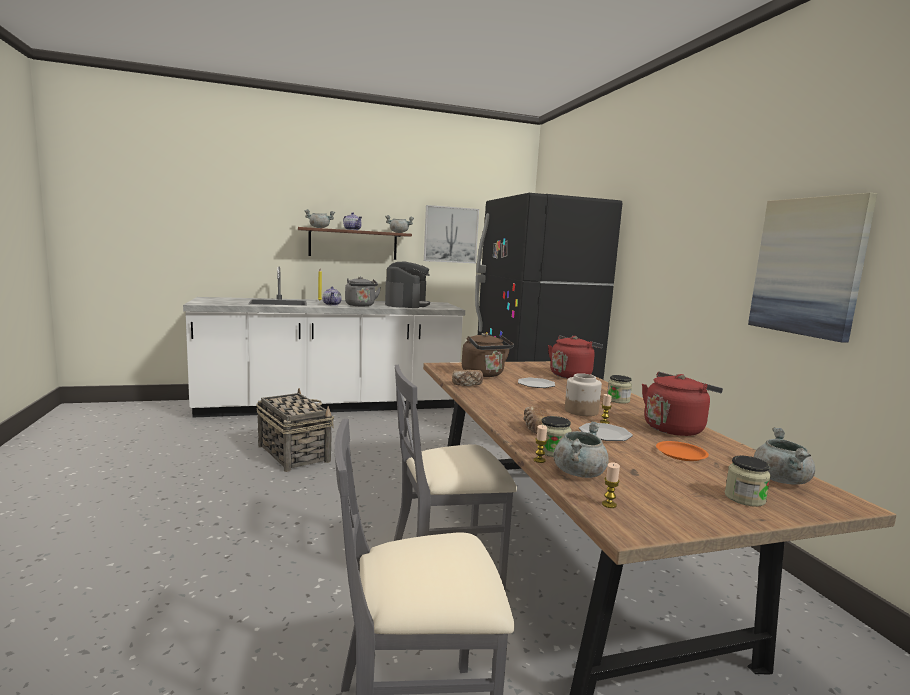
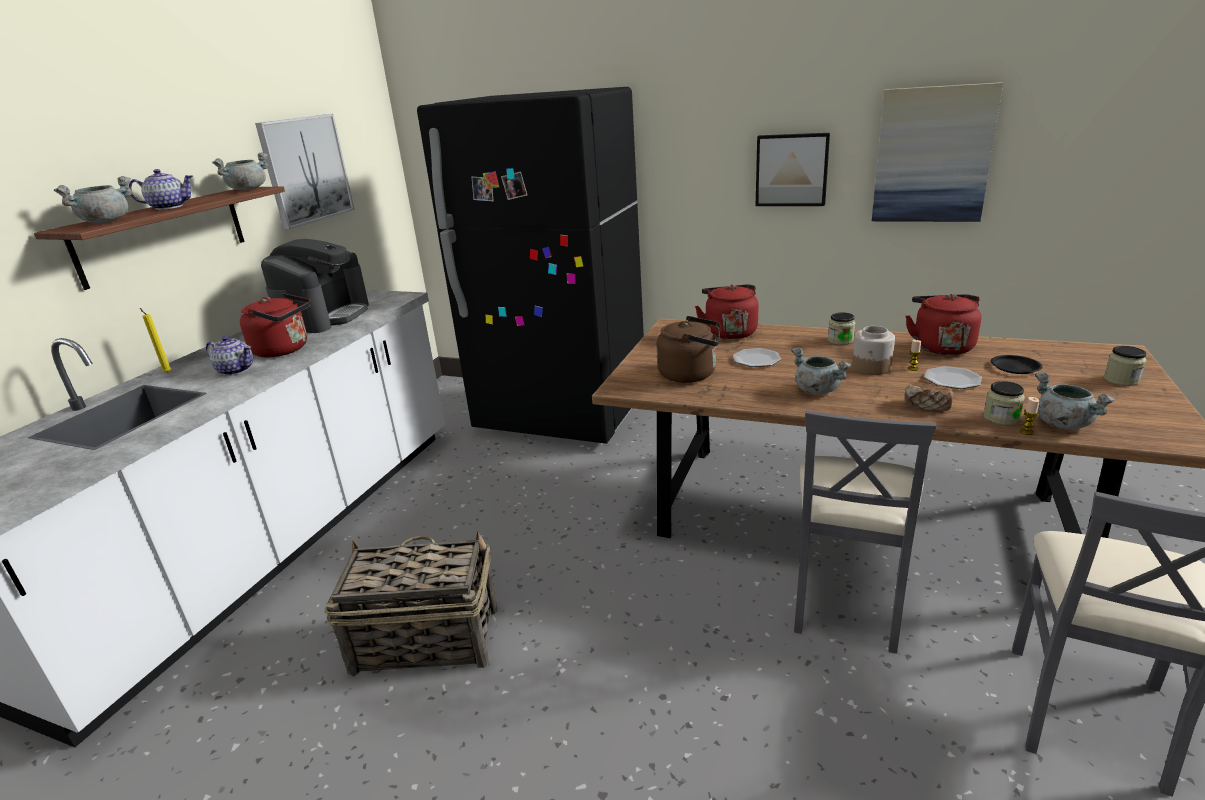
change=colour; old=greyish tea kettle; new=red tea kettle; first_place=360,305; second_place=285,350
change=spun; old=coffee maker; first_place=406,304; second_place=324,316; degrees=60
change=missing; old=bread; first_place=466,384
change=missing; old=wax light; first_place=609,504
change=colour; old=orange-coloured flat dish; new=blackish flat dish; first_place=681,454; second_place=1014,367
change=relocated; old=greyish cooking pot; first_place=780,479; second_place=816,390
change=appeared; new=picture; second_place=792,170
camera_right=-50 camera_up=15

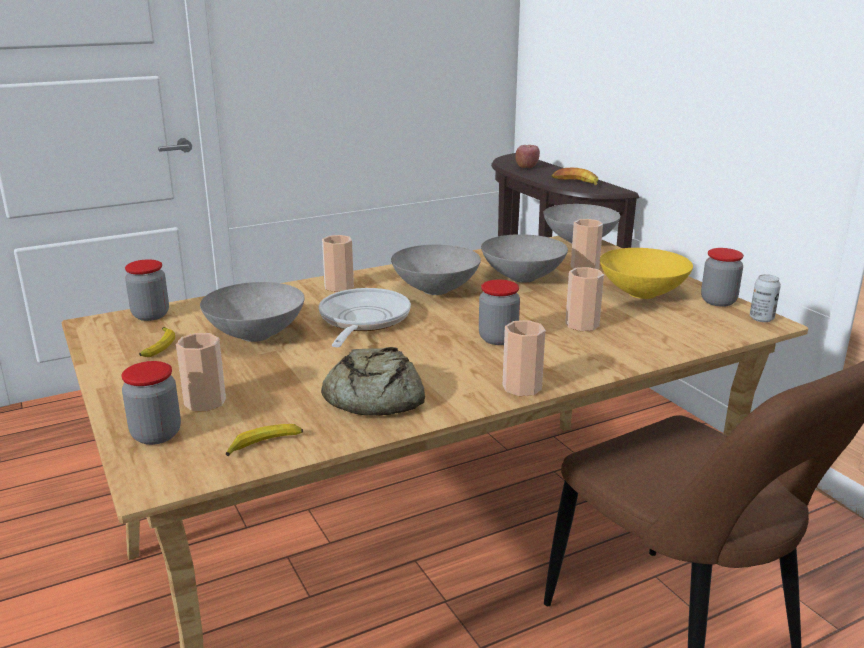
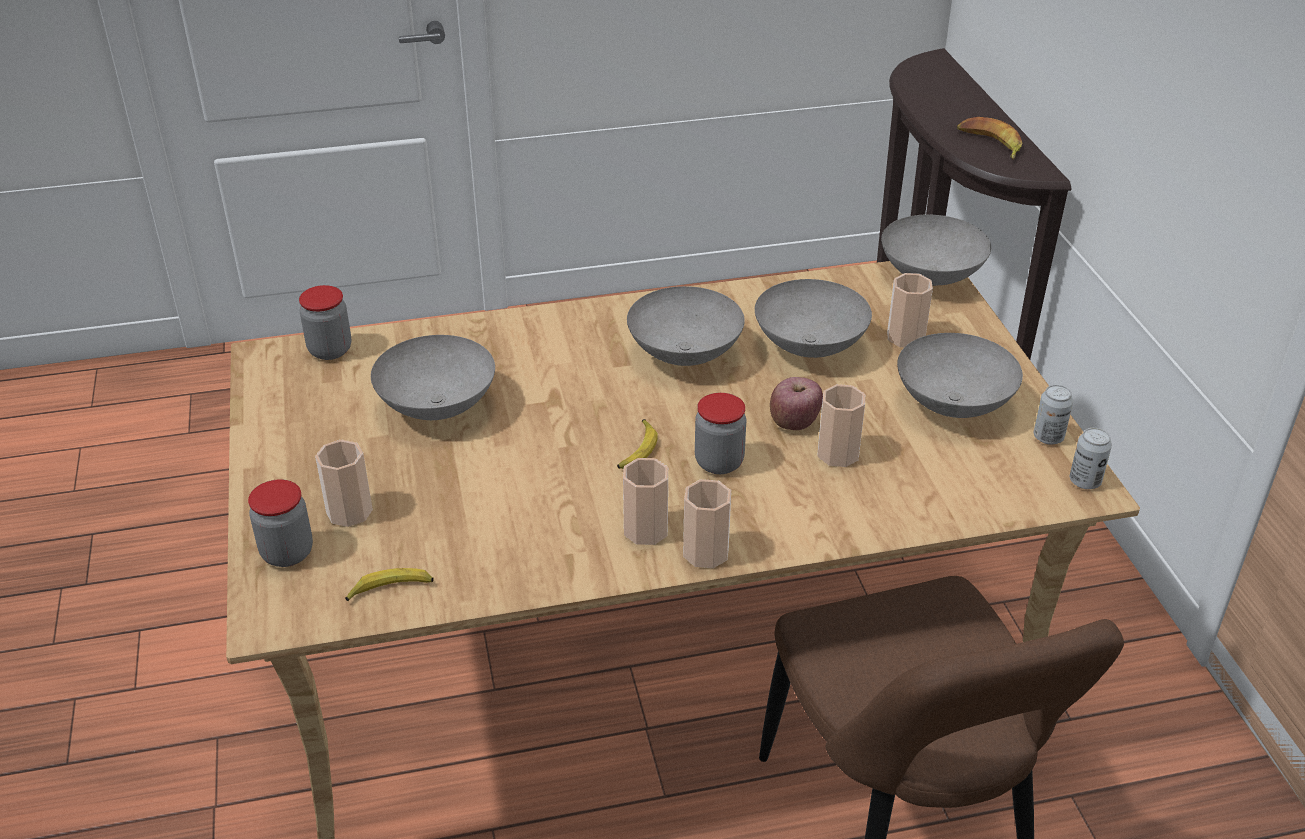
change=relocated; old=banana fruit; first_place=158,347; second_place=637,450
change=missing; old=frying pan; first_place=362,321
change=missing; old=bread; first_place=372,396
change=relocated; old=small cup; first_place=339,287; second_place=646,530
change=relocated; old=apple; first_place=526,167; second_place=794,422
change=colour; old=yellow deep dish; new=greyish deep dish; first_place=641,293; second_place=953,403
change=exchanged; old=preserve jar; new=metal can; first_place=718,301; second_place=1048,437
camera_right=15 camera_up=15

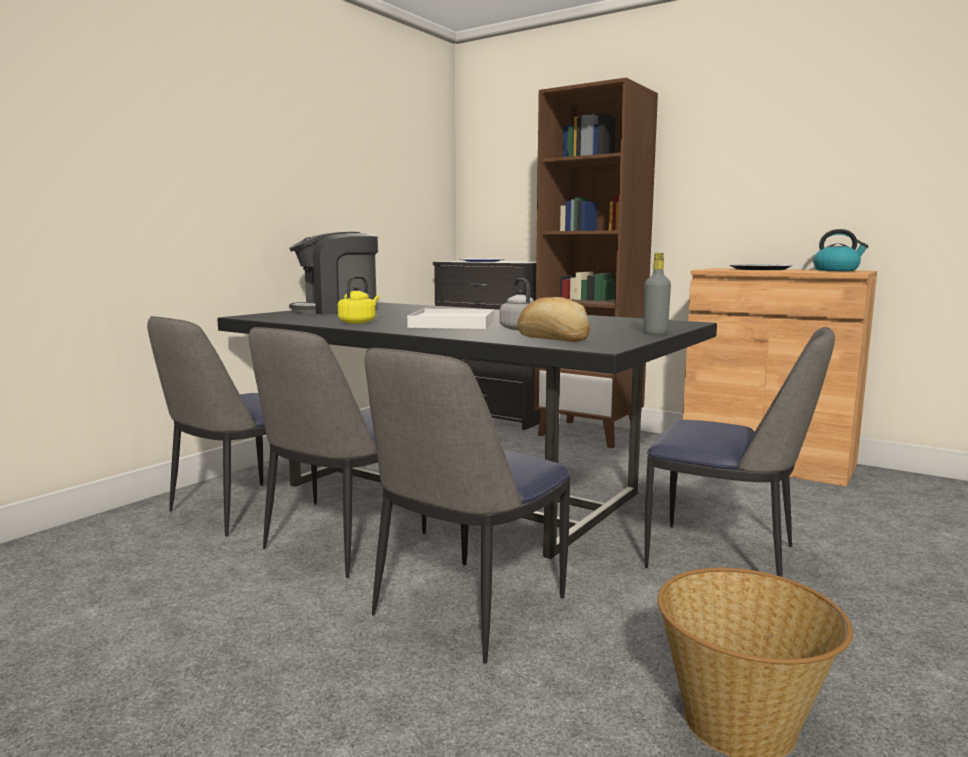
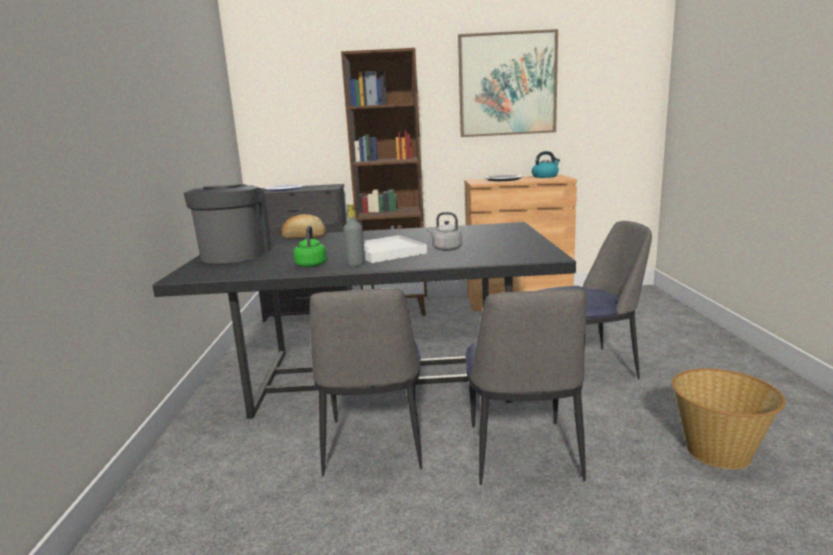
change=missing; old=plain chair; first_place=240,509
change=spun; old=coffee maker; first_place=337,310; second_place=235,254; degrees=150
change=colour; old=yellow tea kettle; new=greenish tea kettle; first_place=358,322; second_place=311,264
change=relocated; old=bread; first_place=553,339; second_place=304,238
change=relocated; old=greyish drink bottle; first_place=655,333; second_place=356,265
change=appeared; new=picture; second_place=507,84
camera_right=-35 camera_up=5

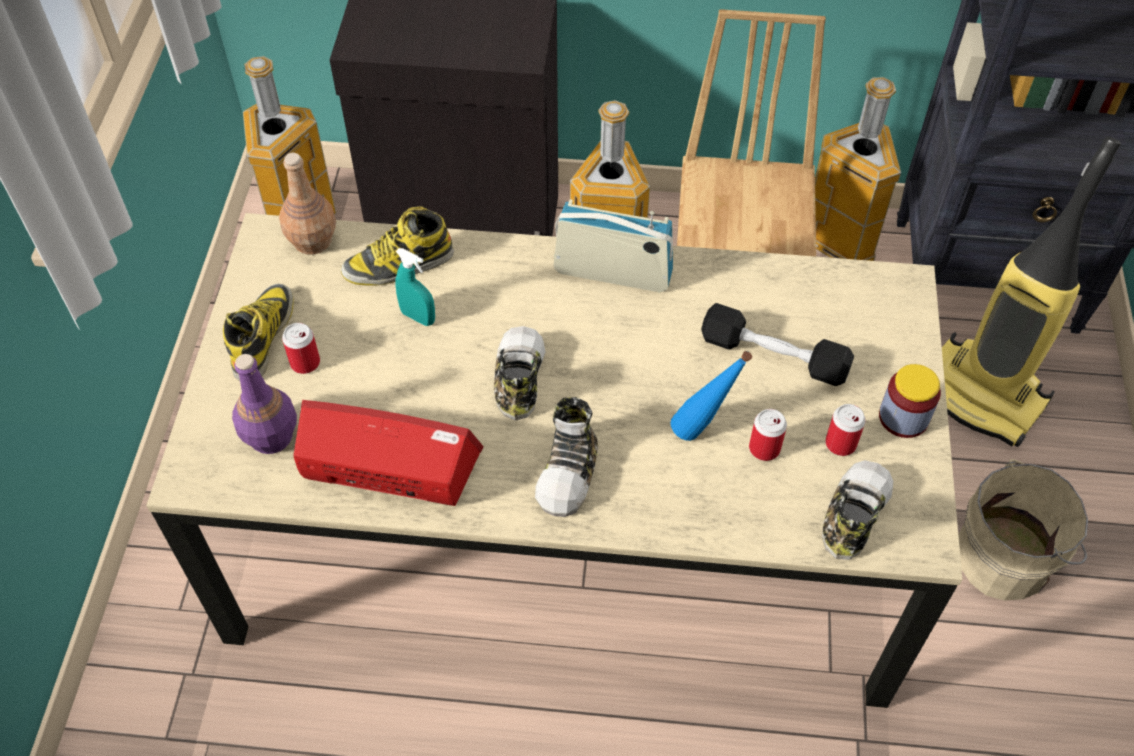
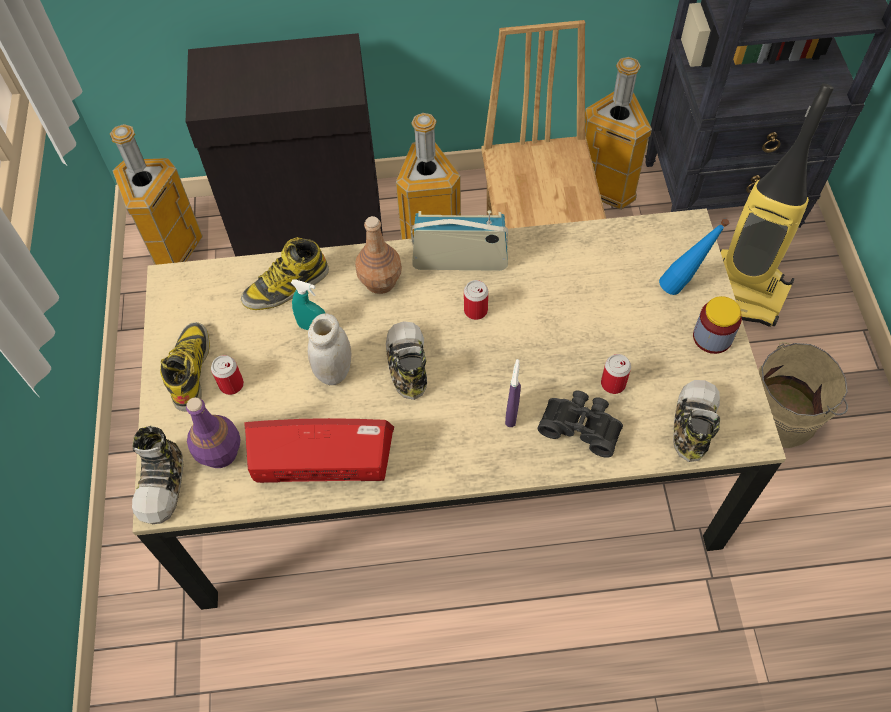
change=relocated; old=brown-coloured drink bottle; first_place=313,240; second_place=380,280
change=relocated; old=shoe; first_place=569,472; second_place=162,484
change=relocated; old=bluish drink bottle; first_place=703,430; second_place=682,285
change=missing; old=blackish dumbbell; first_place=773,356
change=relocated; old=metal can; first_place=840,443; second_place=475,310
change=appeared; new=whitish preserve jar; second_place=334,371
change=appeared; new=purple sprayer; second_place=512,413
change=appeared; new=blackish binoculars; second_place=581,425
camera_right=-10 camera_up=5

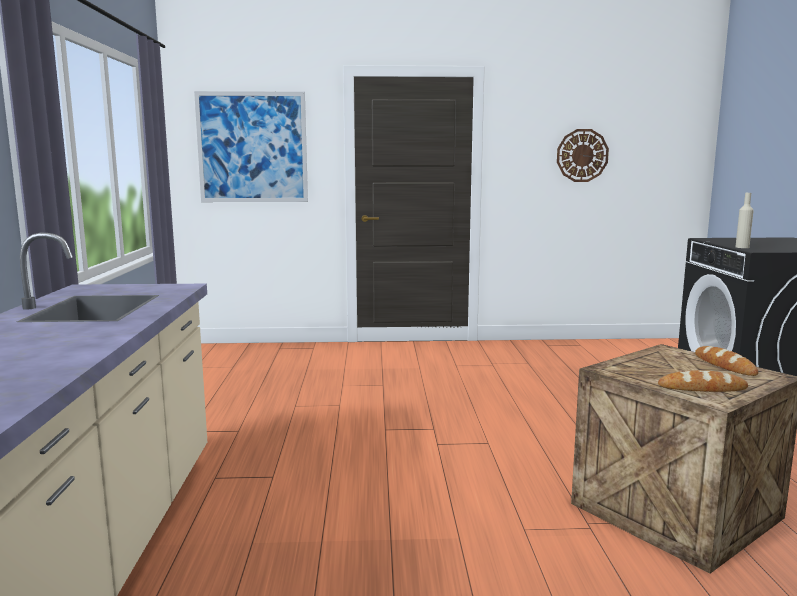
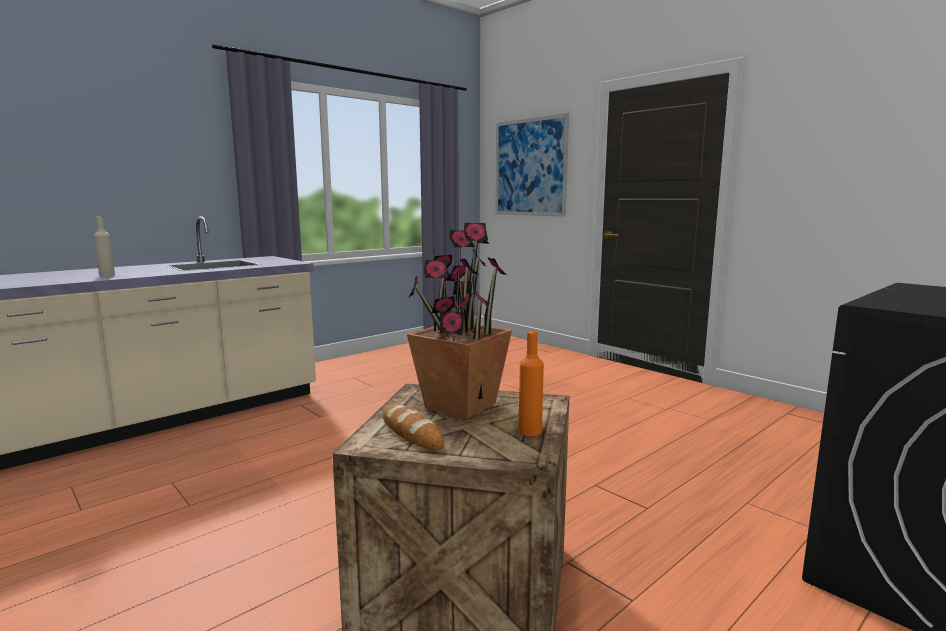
change=missing; old=clock on the wall; first_place=582,155
change=exchanged; old=bread; new=orange-coloured drink bottle; first_place=724,365; second_place=530,431
change=relocated; old=beige drink bottle; first_place=742,247; second_place=107,275
change=appeared; new=potted plant; second_place=459,405
camera_right=50 camera_up=0

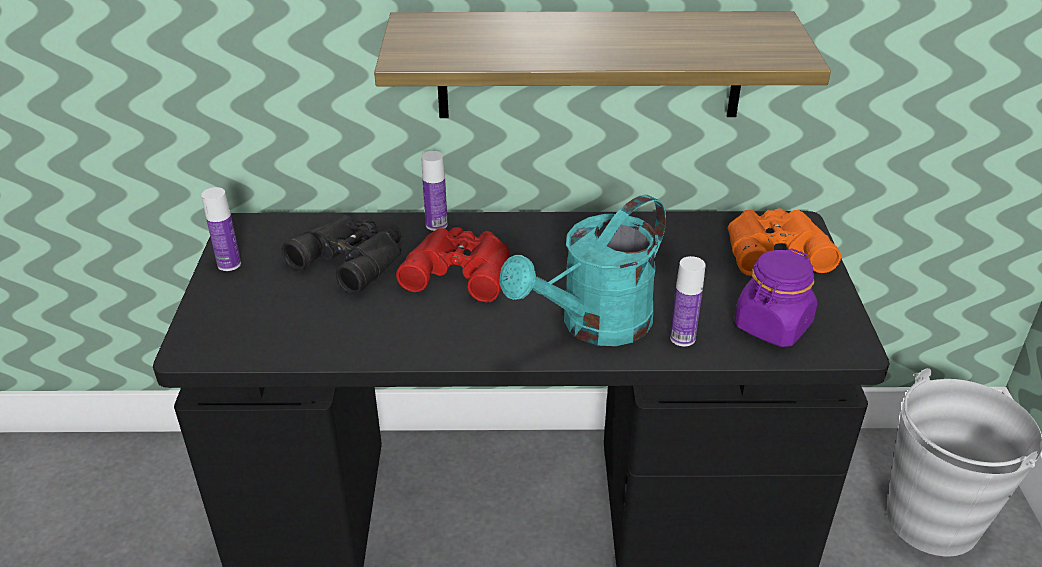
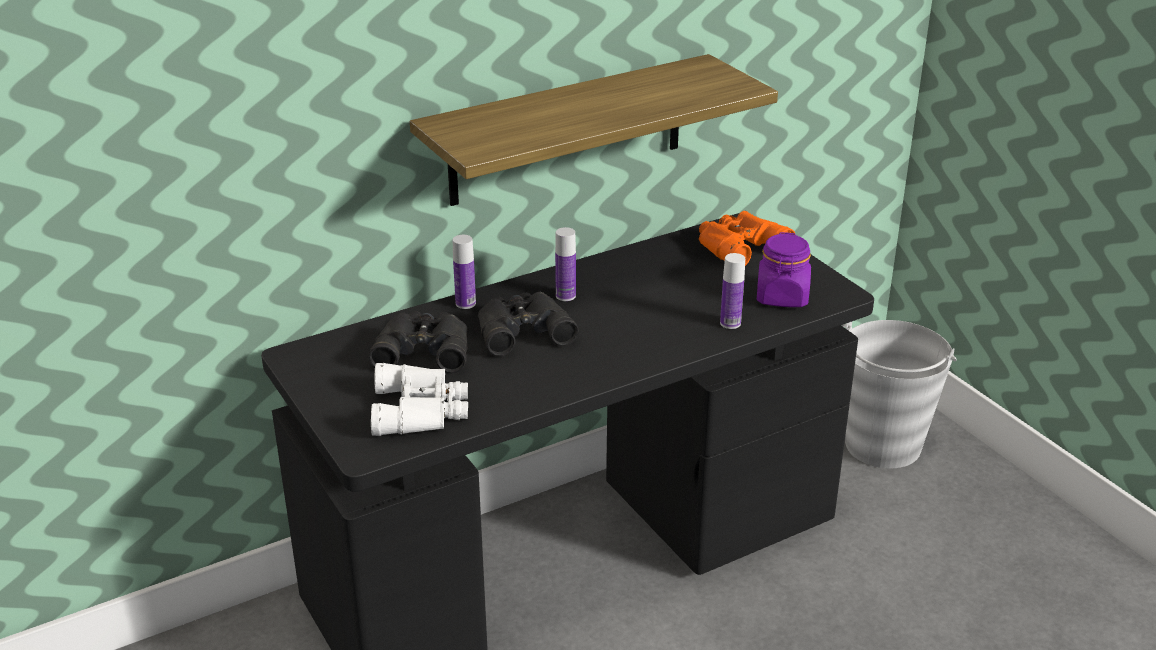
change=relocated; old=drink bottle; first_place=229,264; second_place=565,296
change=colour; old=red binoculars; new=blackish binoculars; first_place=460,269; second_place=521,329
change=missing; old=turquoise sprinkling can; first_place=594,326
change=appeared; new=whitish binoculars; second_place=422,410
camera_right=-30 camera_up=-5

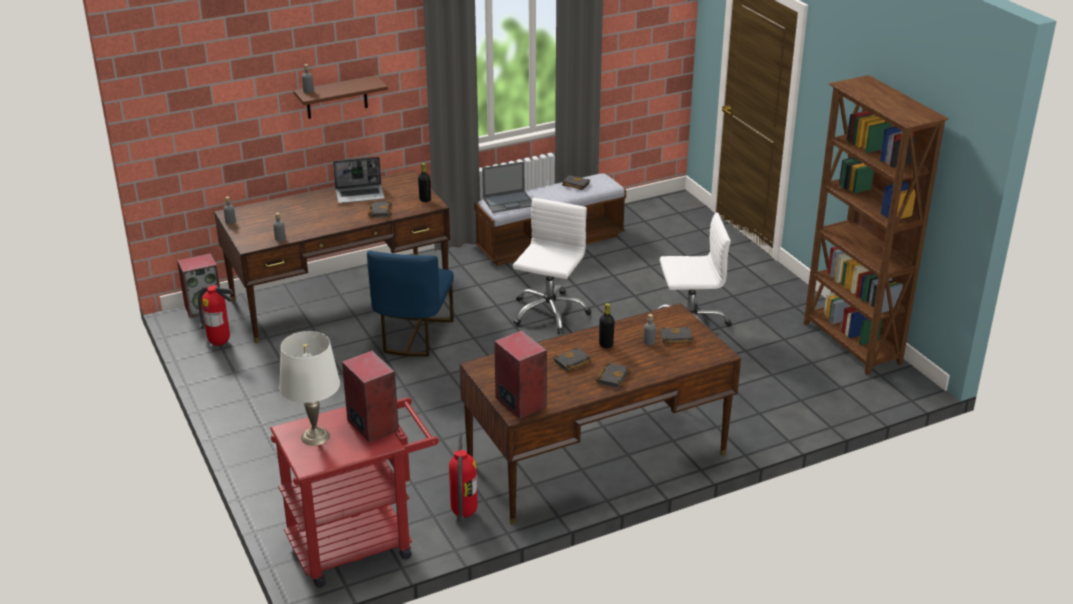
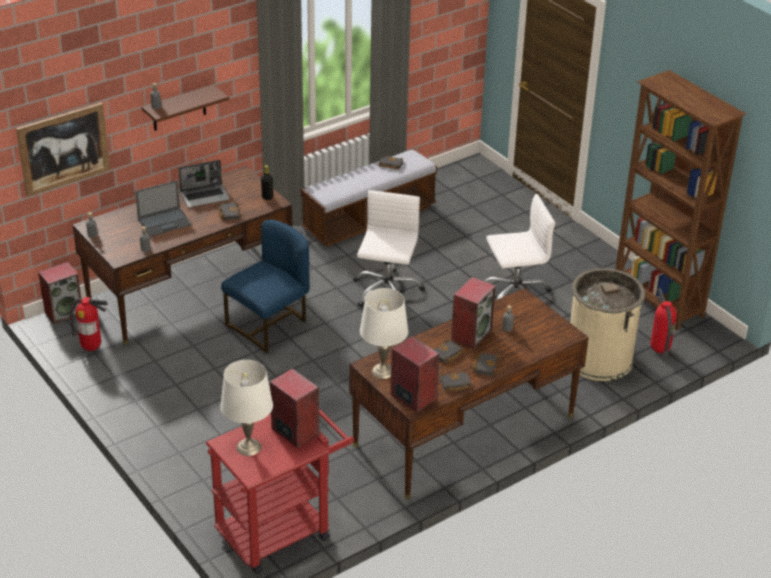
change=spun; old=bluish plain chair; first_place=413,336; second_place=269,325; degrees=-135
change=relocated; old=extinguisher; first_place=463,514; second_place=658,350
change=relocated; old=notebook computer; first_place=509,202; second_place=165,222
change=exchanged; old=blackish drink bottle; new=loudspeaker; first_place=606,345; second_place=471,334
change=relocated; old=blackish book; first_place=675,339; second_place=454,384
change=appeared; new=picture; second_place=63,148
change=appeared; new=whitish tabletop lamp; second_place=382,371
change=appeared; new=beige trash can; second_place=599,359
camera_right=-10 camera_up=5

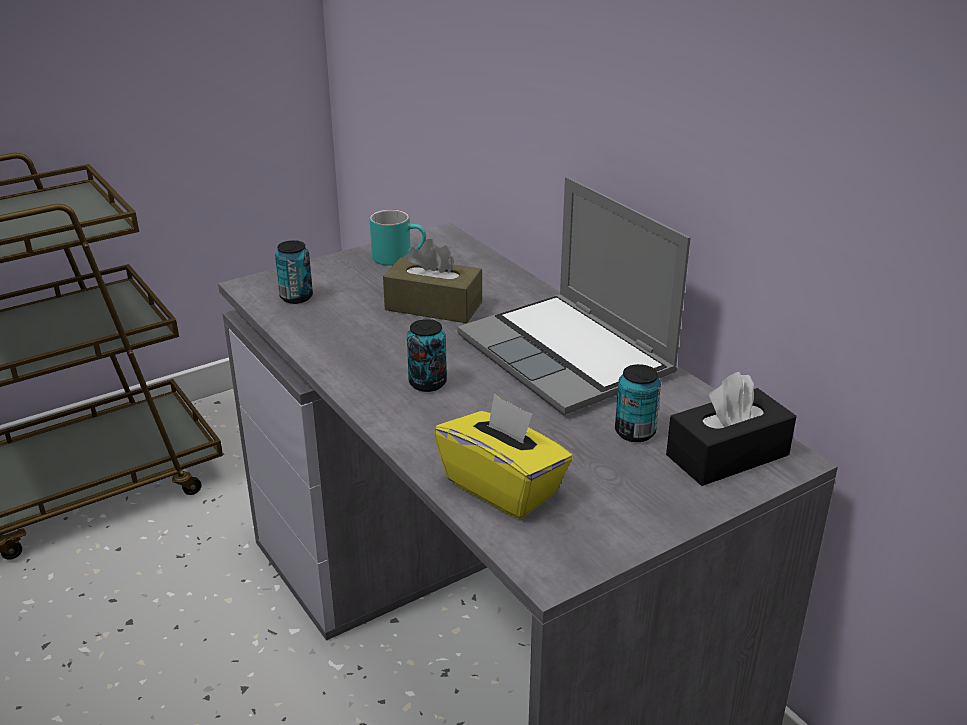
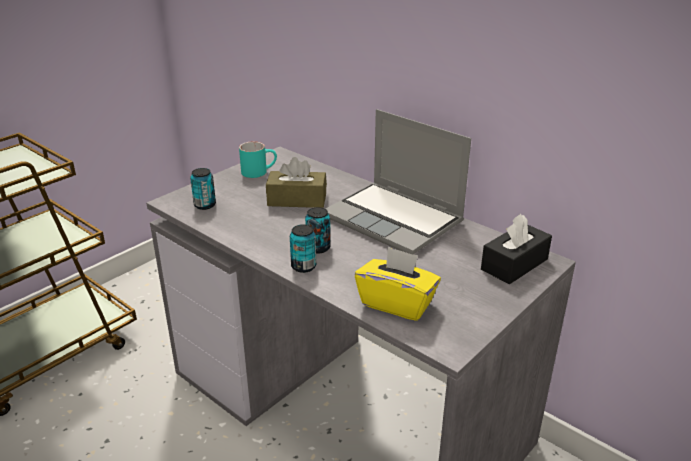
change=relocated; old=metal can; first_place=635,432; second_place=303,266
camera_right=-15 camera_up=0

